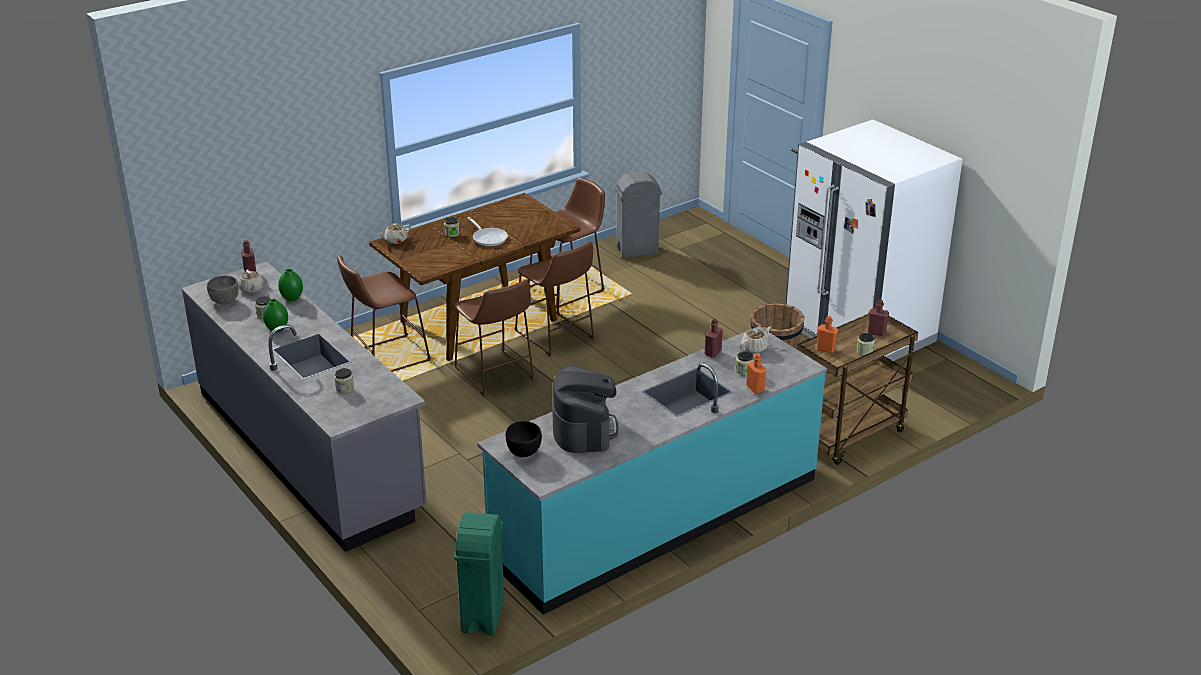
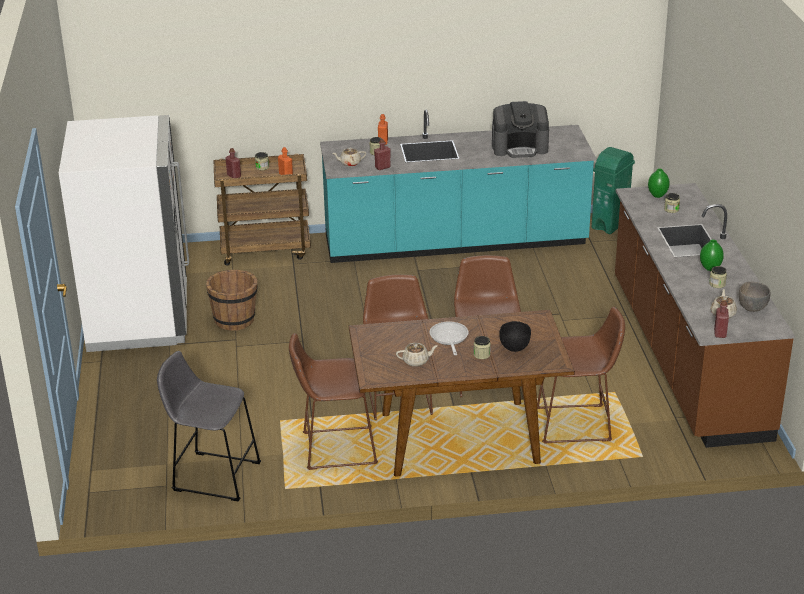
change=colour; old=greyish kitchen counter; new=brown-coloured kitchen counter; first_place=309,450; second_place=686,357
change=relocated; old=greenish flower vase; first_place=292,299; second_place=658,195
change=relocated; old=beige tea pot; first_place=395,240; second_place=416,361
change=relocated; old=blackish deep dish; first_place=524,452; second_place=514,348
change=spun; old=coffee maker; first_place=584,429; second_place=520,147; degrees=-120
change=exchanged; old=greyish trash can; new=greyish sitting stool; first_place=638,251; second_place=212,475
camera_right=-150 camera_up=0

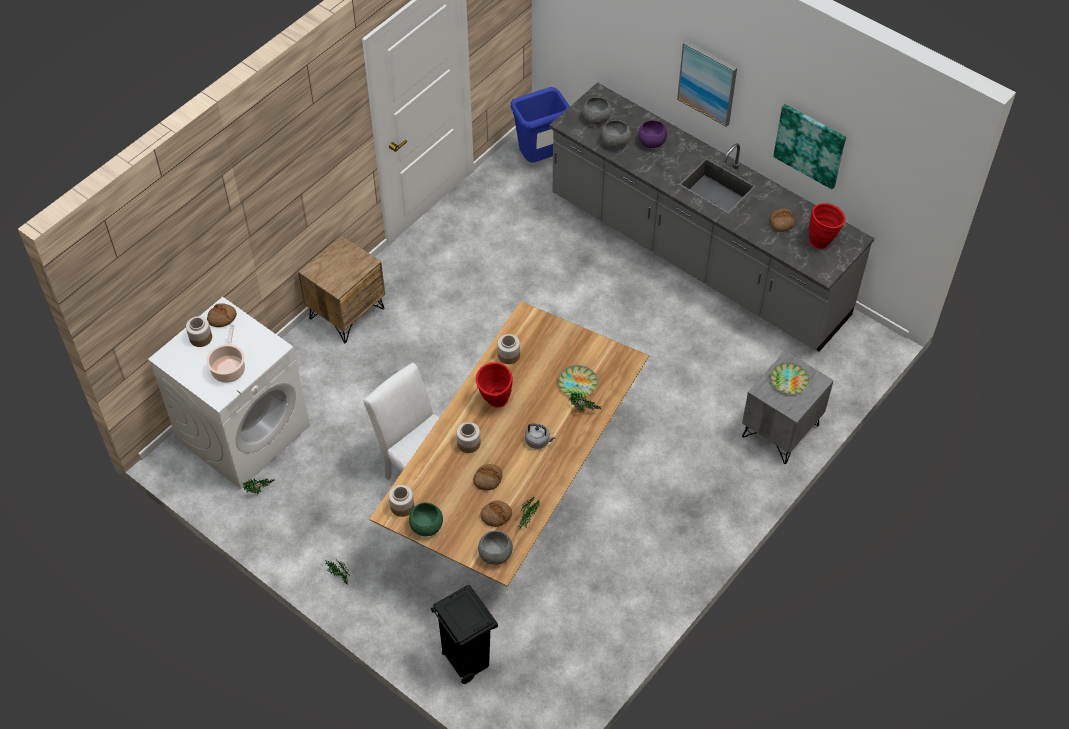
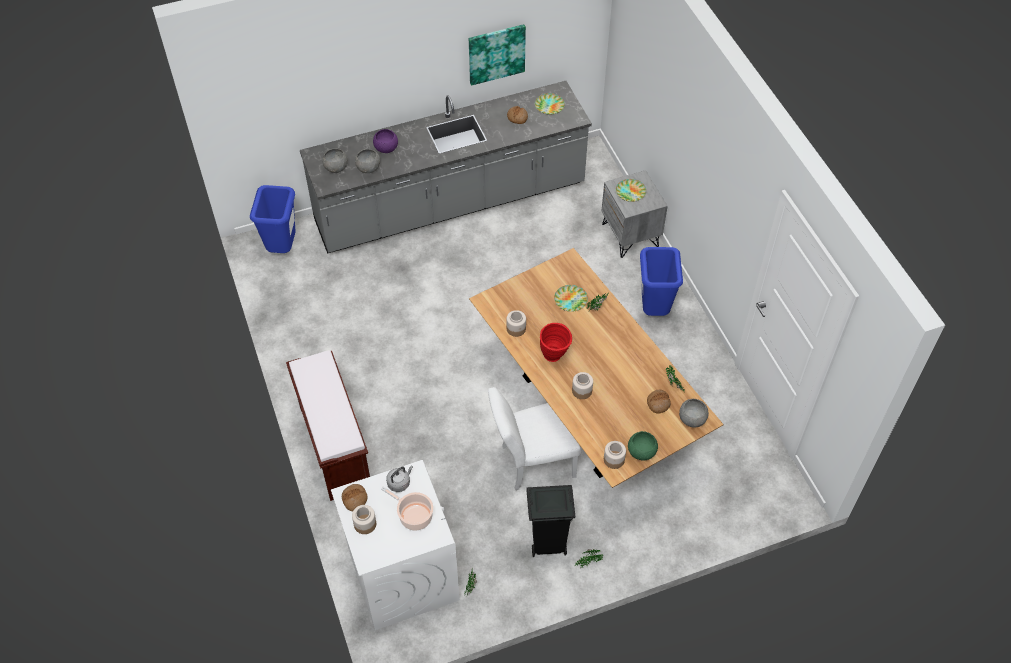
change=exchanged; old=brown-coloured nightstand; new=brown-coloured bench; first_place=346,313; second_place=334,445
change=relocated; old=blackish trash can; first_place=466,661; second_place=547,544
change=missing; old=bread; first_place=488,479
change=relocated; old=greyish tea kettle; first_place=538,441; second_place=399,482
change=missing; old=picture; first_place=707,82
change=exchanged; old=red flower vase; new=flat dish; first_place=822,241; second_place=549,106
change=appeared; new=bluish trash can; second_place=654,309
camera_right=-60 camera_up=0

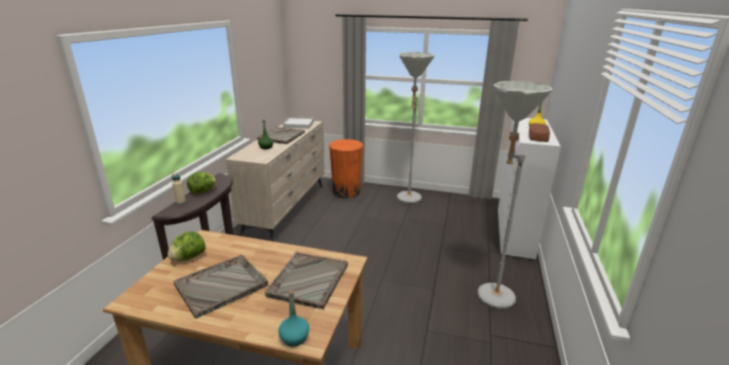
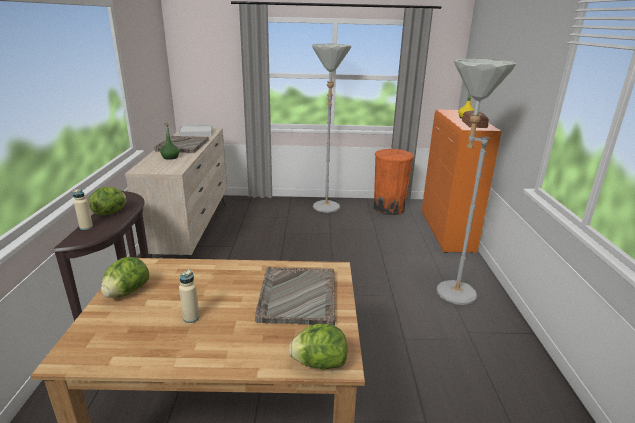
change=exchanged; old=greyish tray; new=beige drink bottle; first_place=222,285; second_place=191,318
change=exchanged; old=turquoise drink bottle; new=head of lettuce; first_place=294,338; second_place=319,363
change=relocated; old=orange-coloured trash can; first_place=346,192; second_place=389,208
change=colour; old=whitish storage cabinet; new=orange-coloured storage cabinet; first_place=514,236; second_place=446,233
camera_right=-15 camera_up=0

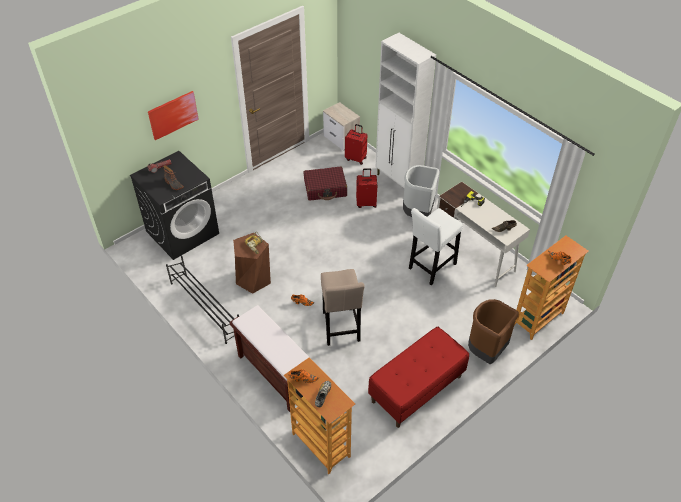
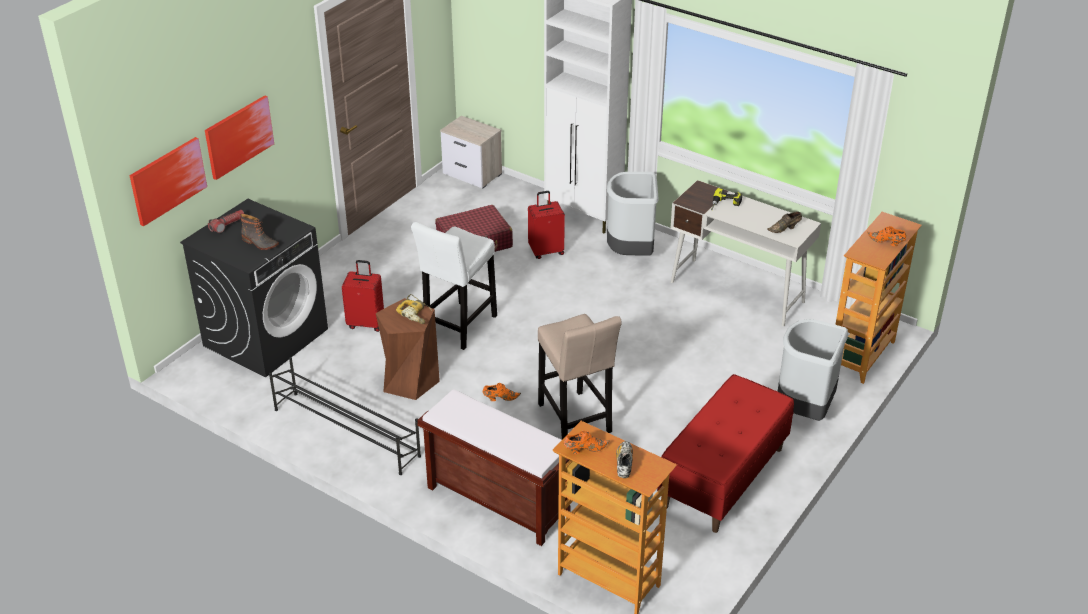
change=relocated; old=red travel case; first_place=356,158; second_place=366,323
change=relocated; old=whitish sitting stool; first_place=430,268; second_place=458,327
change=colour; old=brown-coloured trash can; new=greyish trash can; first_place=486,352; second_place=804,410
change=appeared; new=picture; second_place=168,180
camera_right=-15 camera_up=-10

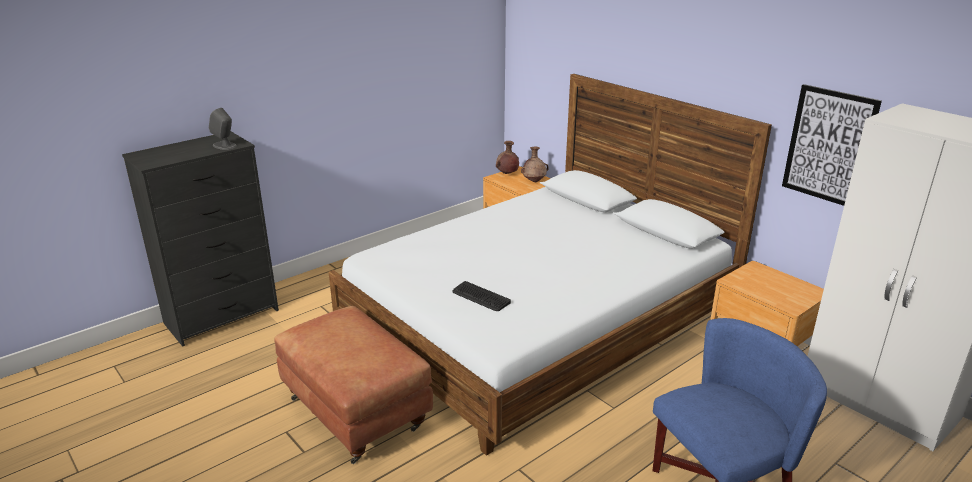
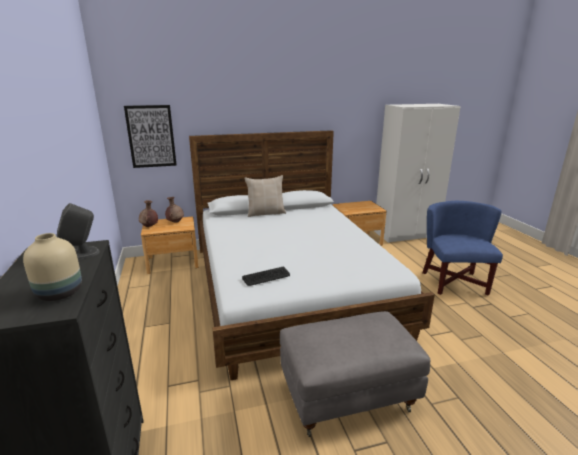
change=colour; old=brown-coloured pouffe; new=greyish pouffe; first_place=357,413; second_place=347,396
change=relocated; old=PC keyboard; first_place=480,297; second_place=266,277
change=relocated; old=picture; first_place=829,145; second_place=151,136
change=appeared; new=beige flower vase; second_place=60,293
change=appeared; new=beige throw pillow; second_place=266,213
camera_right=-65 camera_up=-5

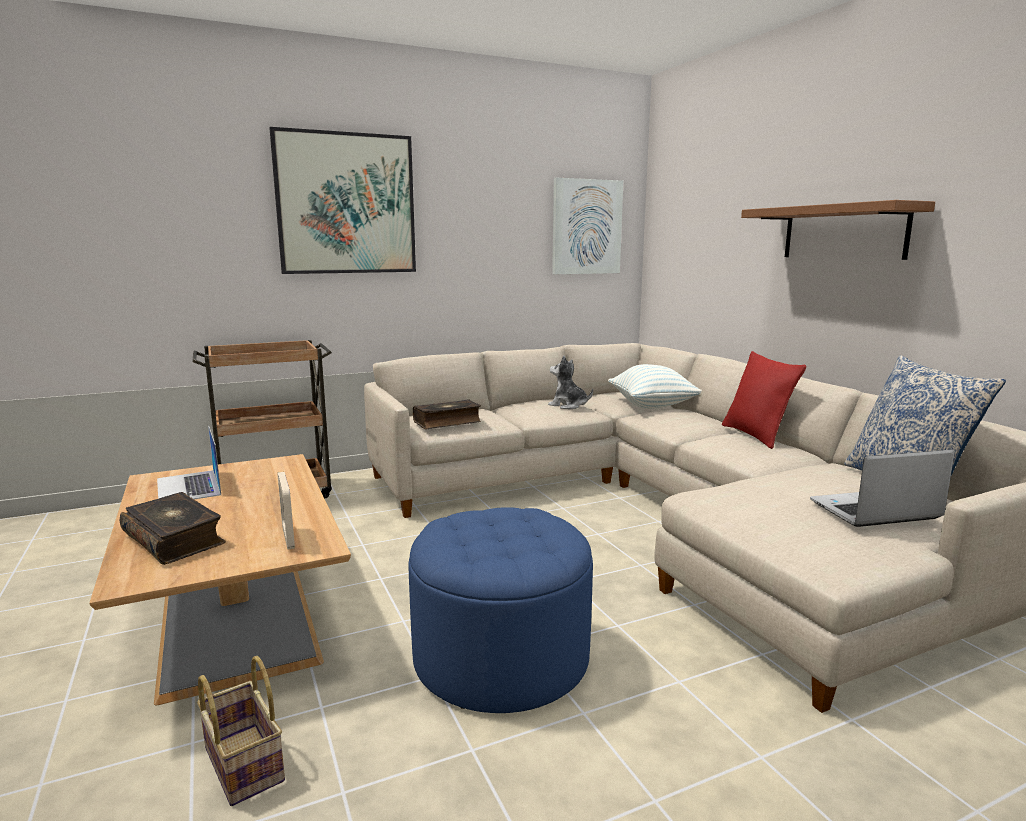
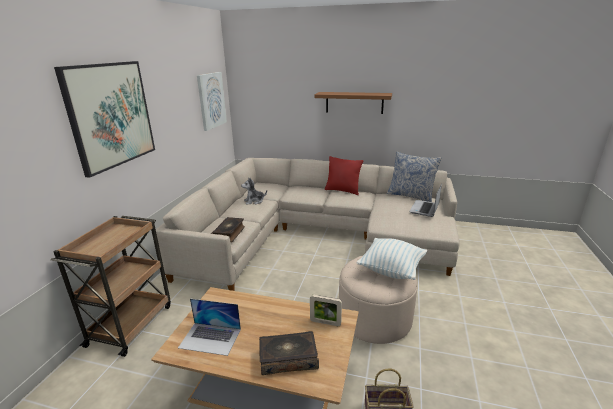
change=colour; old=bluish pouffe; new=beige pouffe; first_place=501,657; second_place=374,318
change=relocated; old=throw pillow; first_place=652,406; second_place=391,270
camera_right=-50 camera_up=10

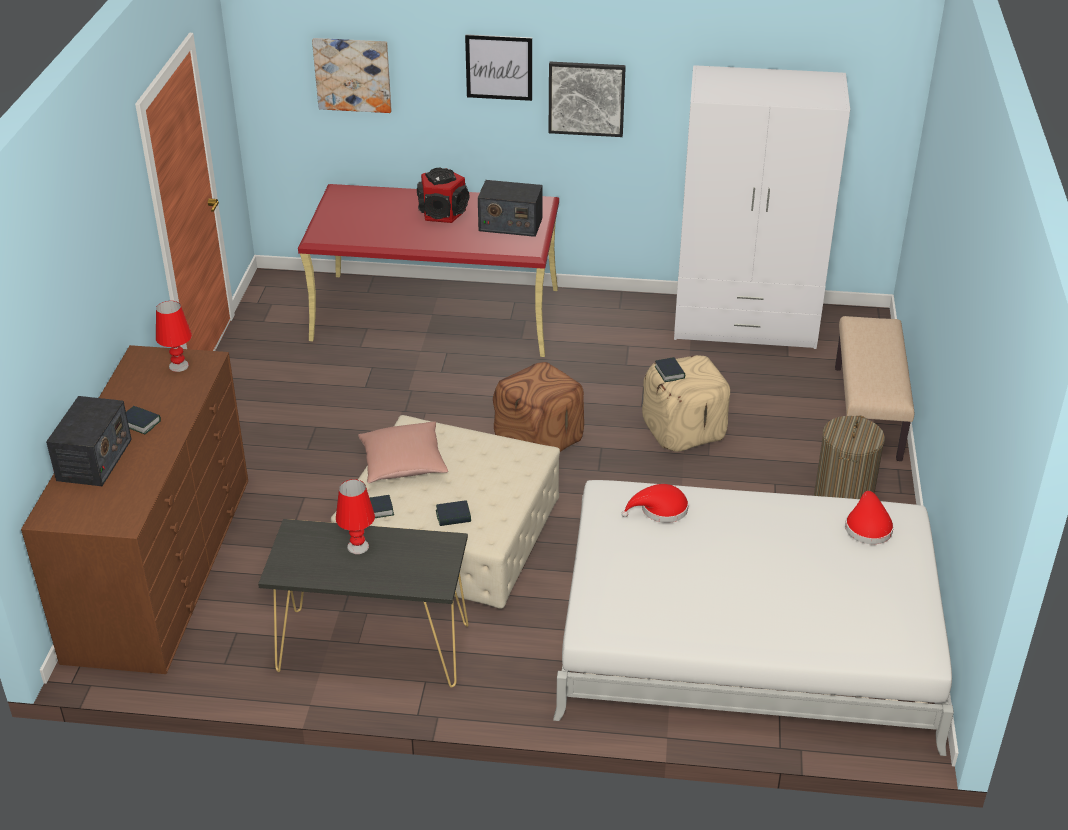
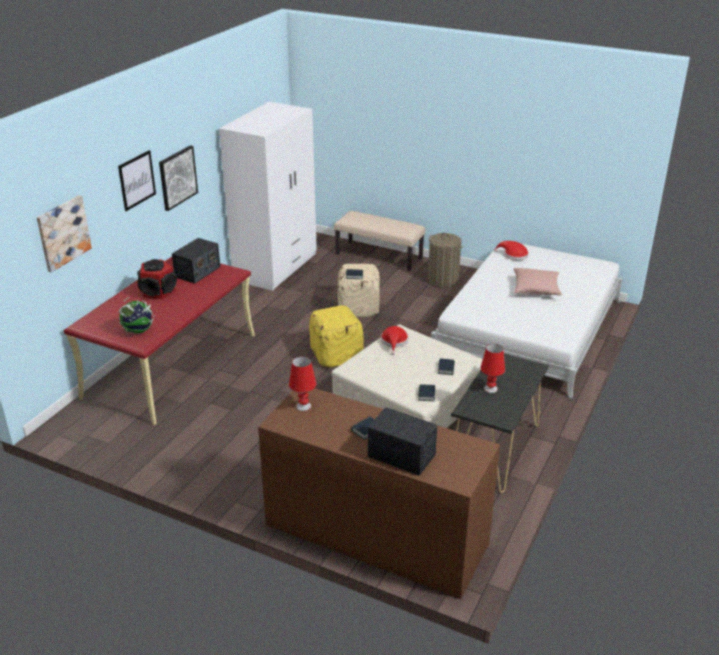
change=relocated; old=pink-coloured throw pillow; first_place=403,463; second_place=536,289
change=colour; old=brown-coloured pouffe; new=yellow pouffe; first_place=539,440; second_place=336,354
change=relocated; old=red hat; first_place=660,510; second_place=394,342
change=appeared; new=world globe; second_place=138,331
camera_right=-70 camera_up=-5

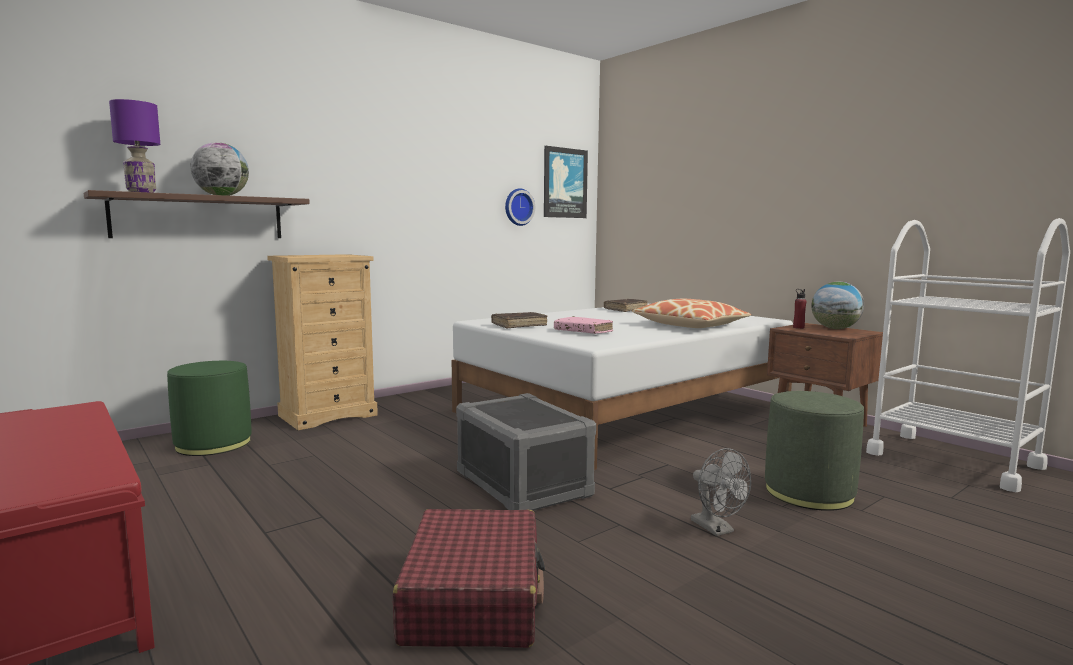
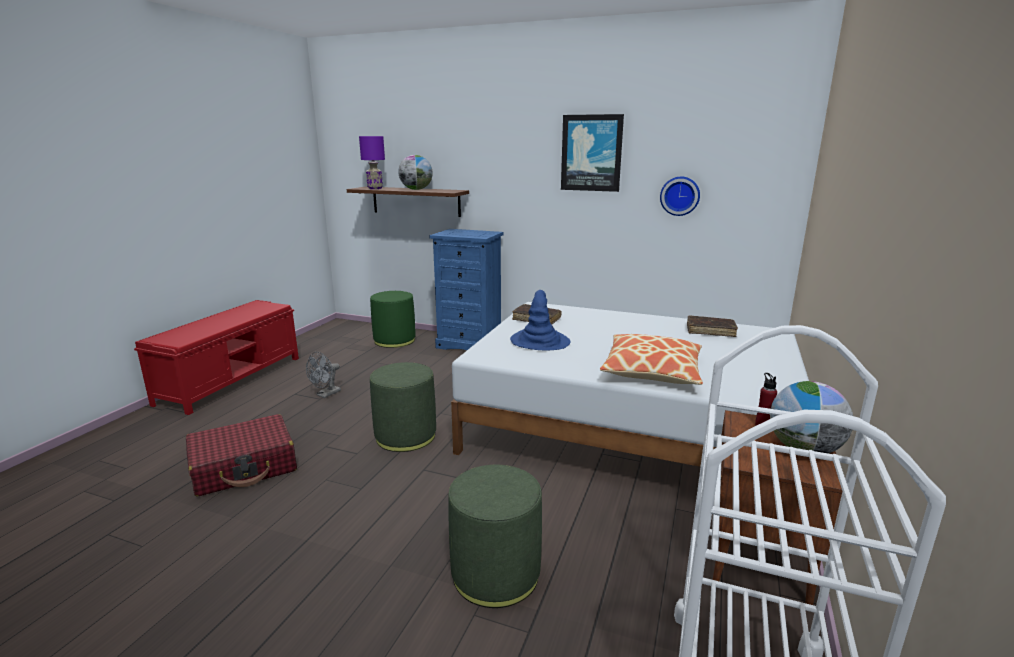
change=colour; old=beige dresser; new=bluish dresser; first_place=328,415; second_place=470,344
change=exchanged; old=greyish storage box; new=greenish pouffe; first_place=521,484; second_place=405,436
change=relocated; old=picture; first_place=564,183; second_place=591,153
change=exchanged; old=pink-coloured book; new=bluish hat; first_place=583,331; second_place=540,341
change=relocated; old=greyish cooling fan; first_place=717,529; second_place=326,394
camera_right=60 camera_up=10

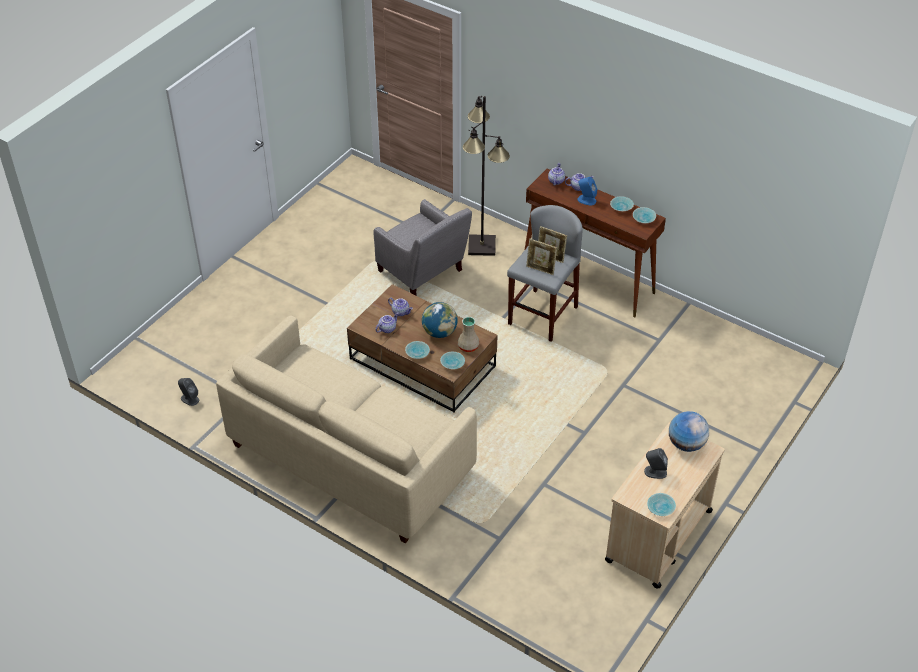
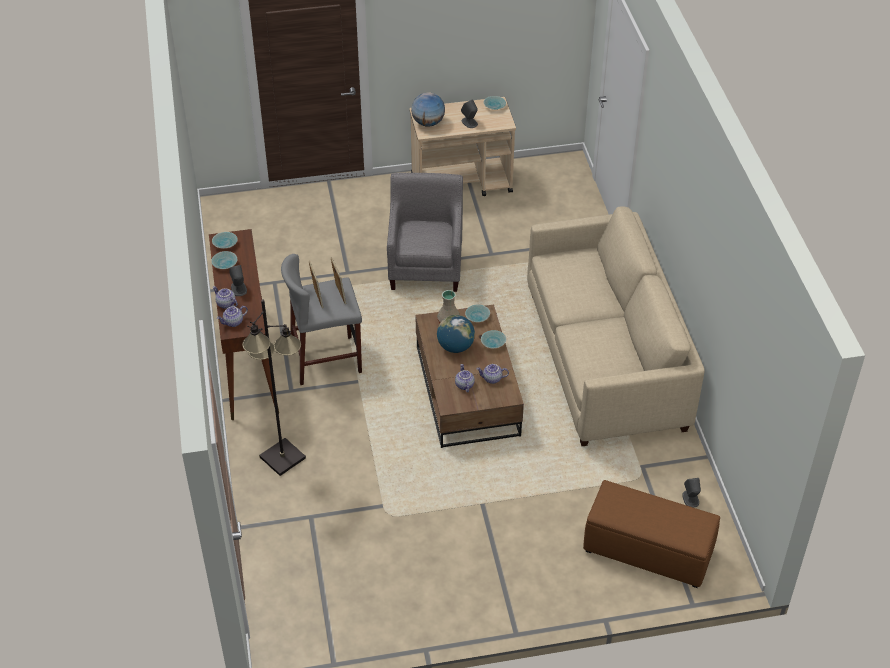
change=relocated; old=greyish armchair; first_place=423,274; second_place=426,266
change=colour; old=bluish loudspeaker; new=greyish loudspeaker; first_place=586,200; second_place=239,289
change=appeared; new=brown-coloured pouffe; second_place=647,550
camera_right=-135 camera_up=0

